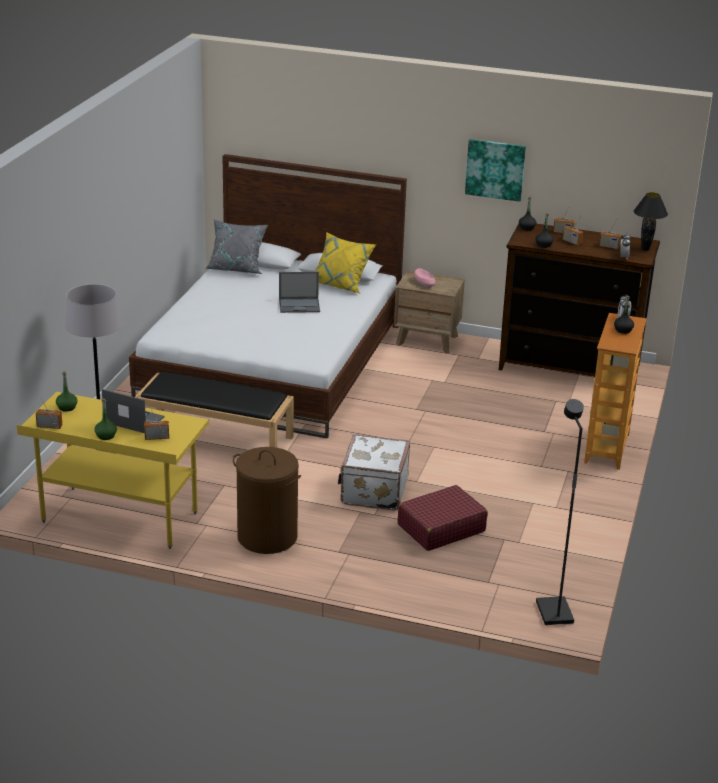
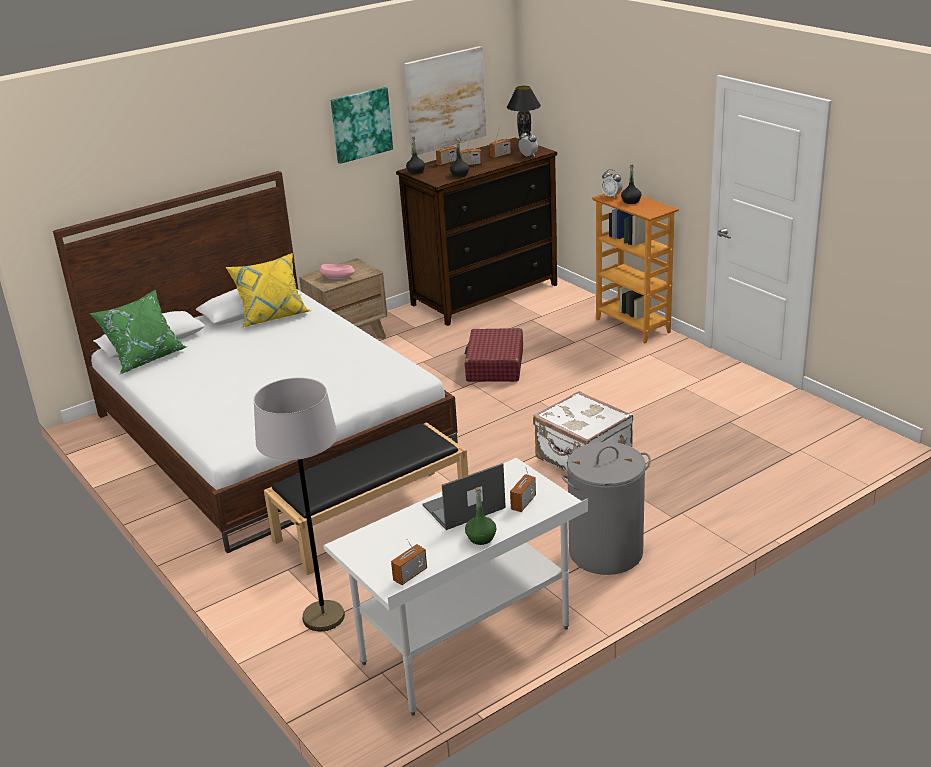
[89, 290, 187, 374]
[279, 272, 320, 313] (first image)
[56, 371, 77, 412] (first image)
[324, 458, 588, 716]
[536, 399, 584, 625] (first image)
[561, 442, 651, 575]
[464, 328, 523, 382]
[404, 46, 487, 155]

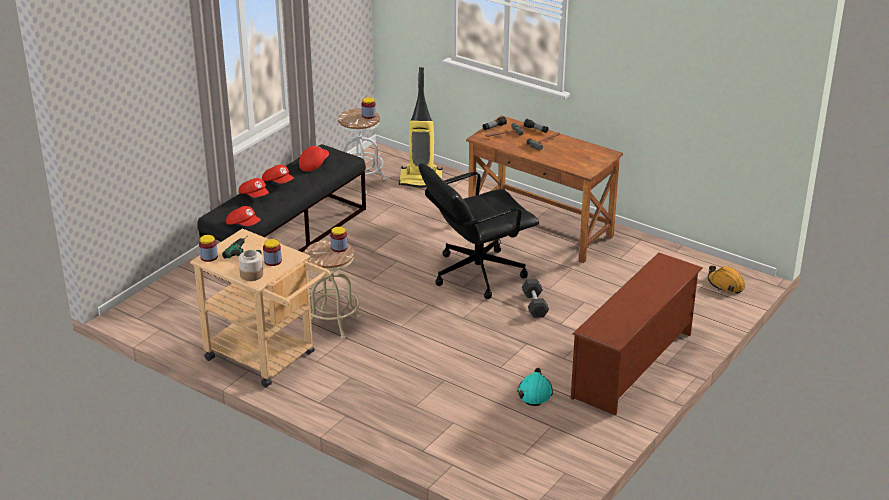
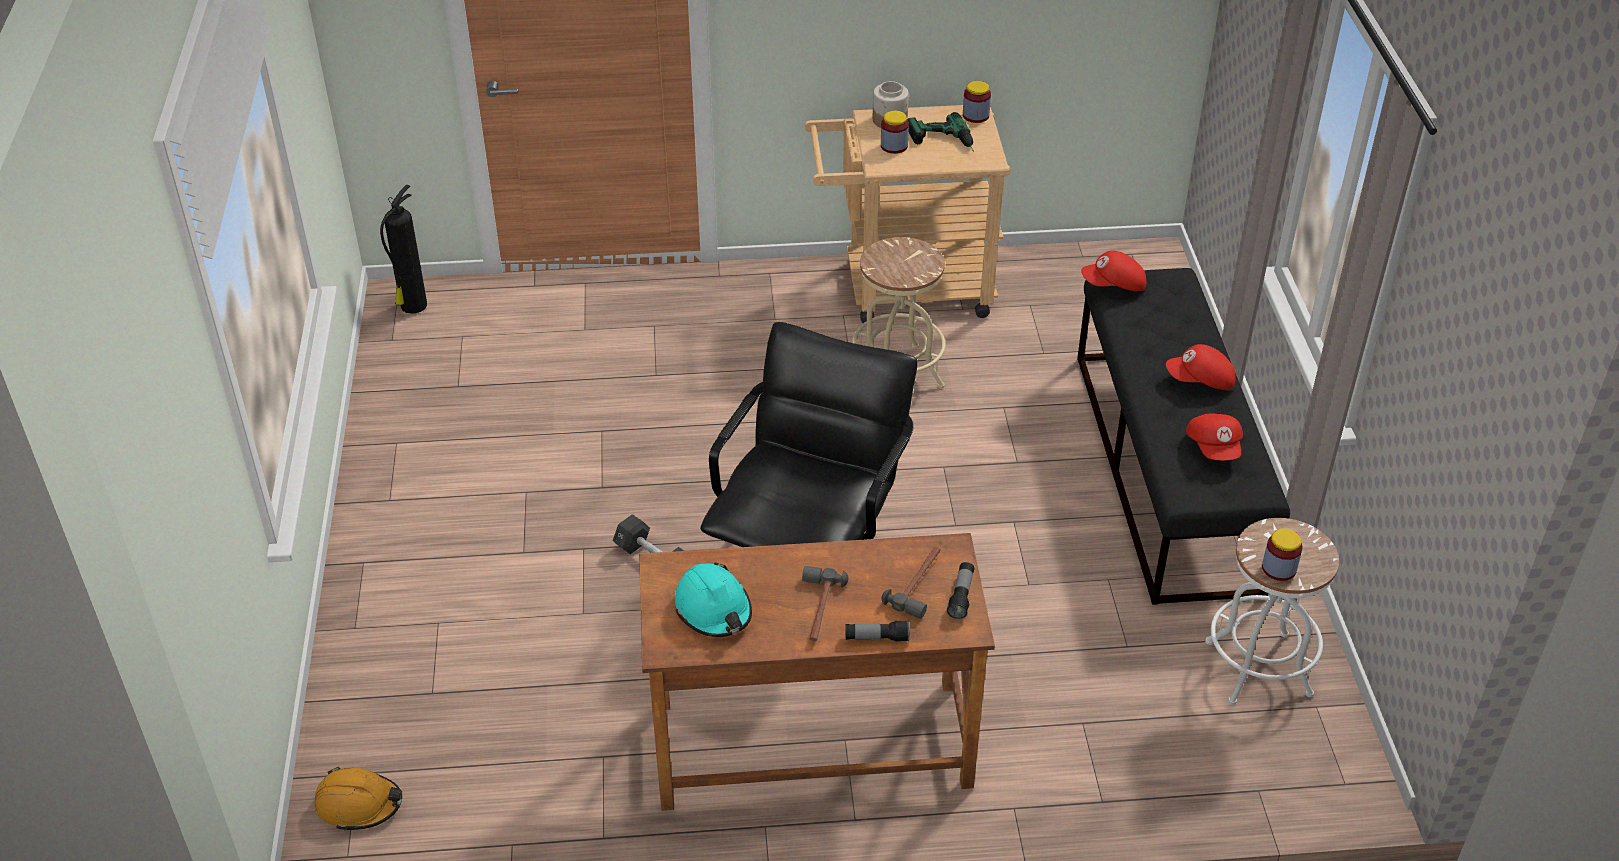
[399, 67, 443, 188] (first image)
[239, 178, 269, 198] (first image)
[330, 227, 348, 252] (first image)
[571, 253, 703, 415] (first image)
[675, 563, 752, 637]
[380, 185, 427, 314]

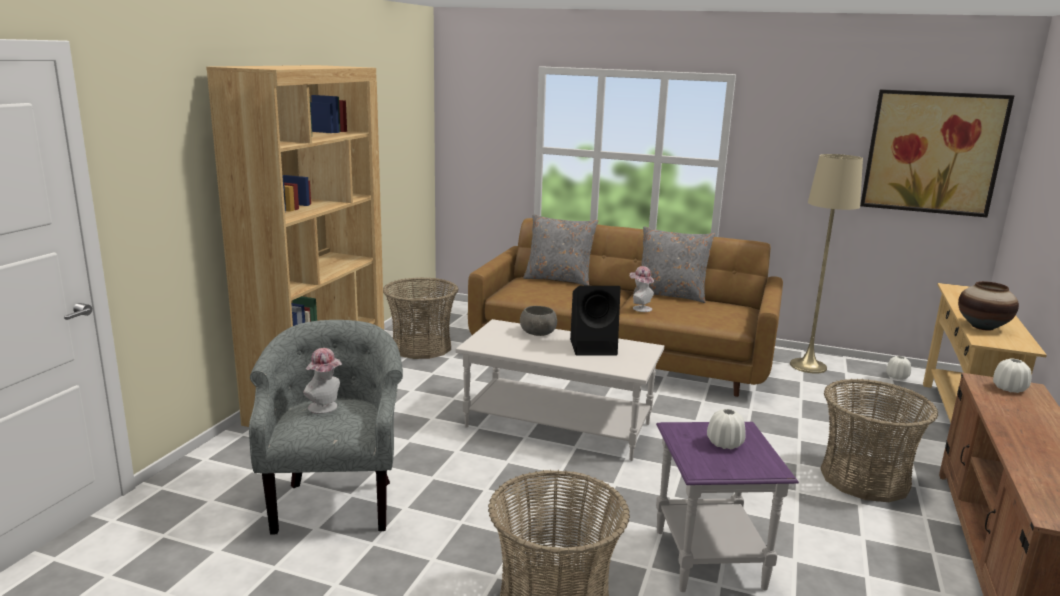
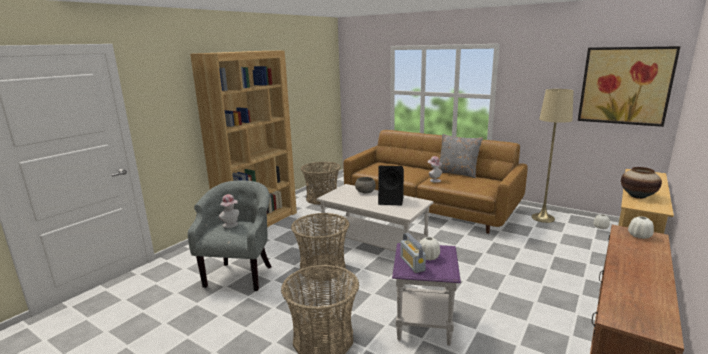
[523, 214, 598, 286] (first image)
[291, 213, 350, 281]
[400, 233, 426, 273]

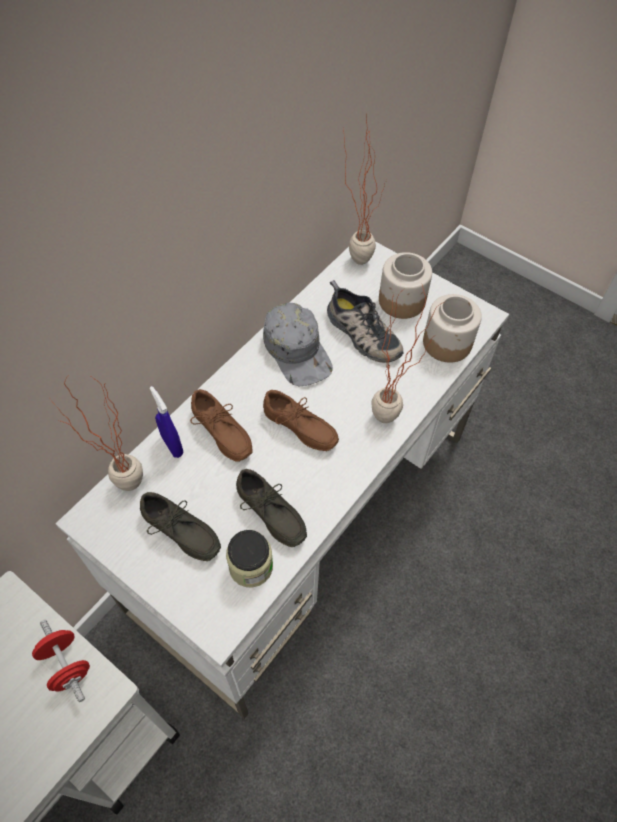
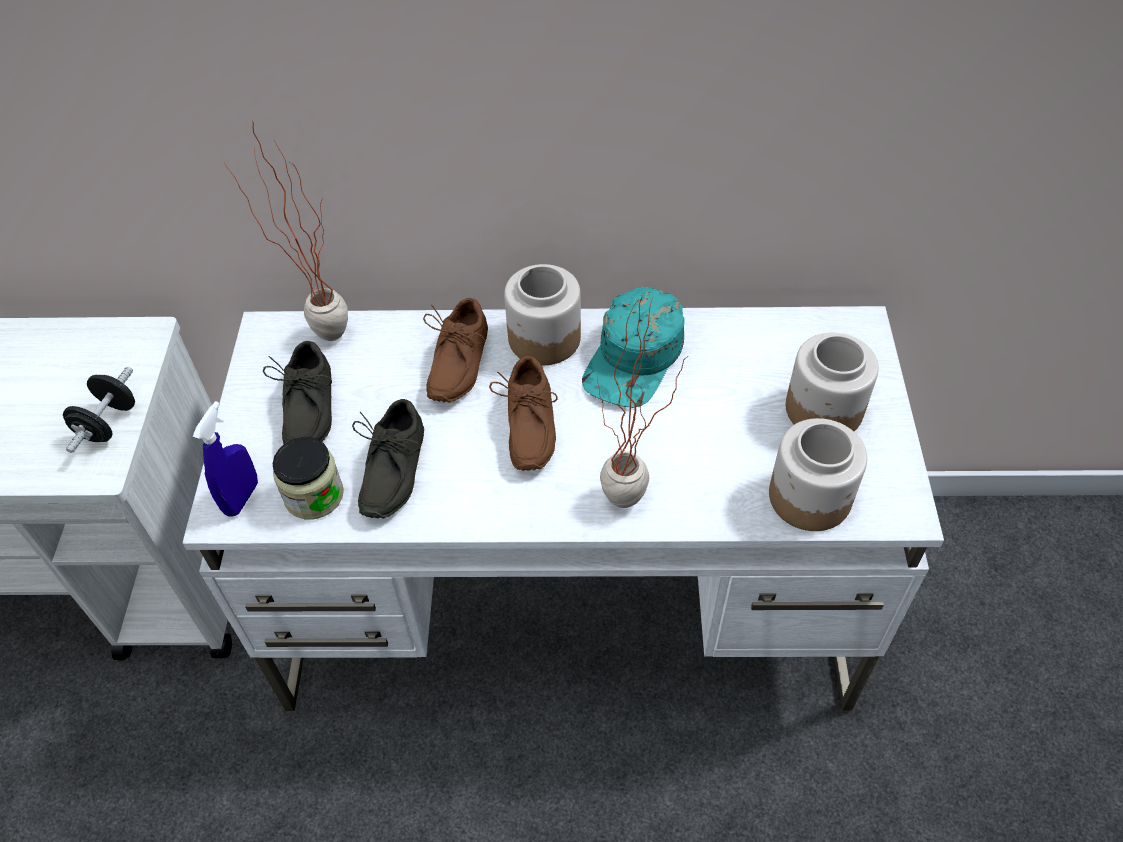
[344, 114, 387, 265] (first image)
[327, 280, 403, 363] (first image)
[582, 287, 685, 408]
[192, 401, 258, 517]
[63, 367, 135, 453]
[504, 264, 581, 365]

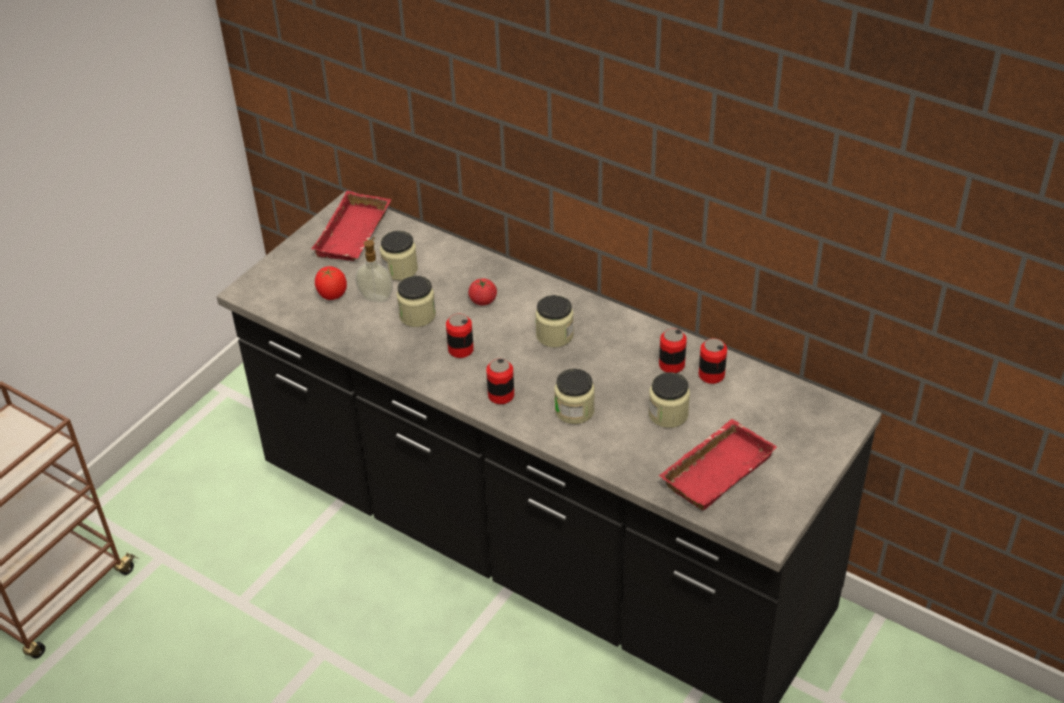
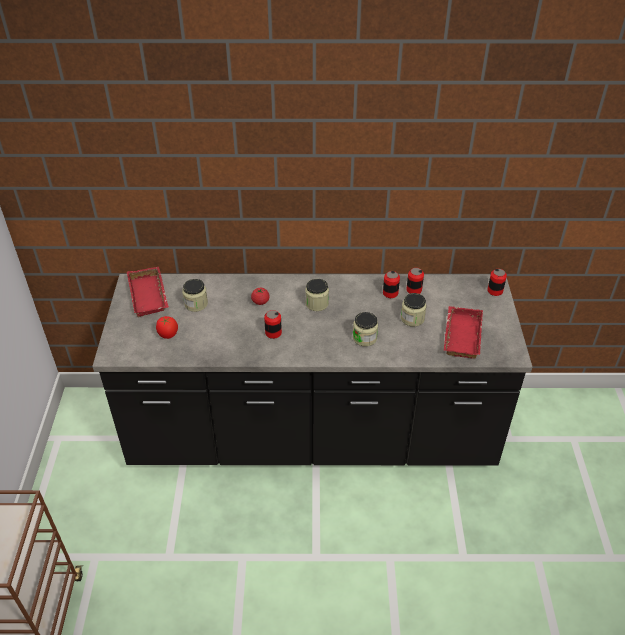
[355, 237, 393, 302] (first image)
[397, 276, 436, 327] (first image)
[487, 269, 507, 296]

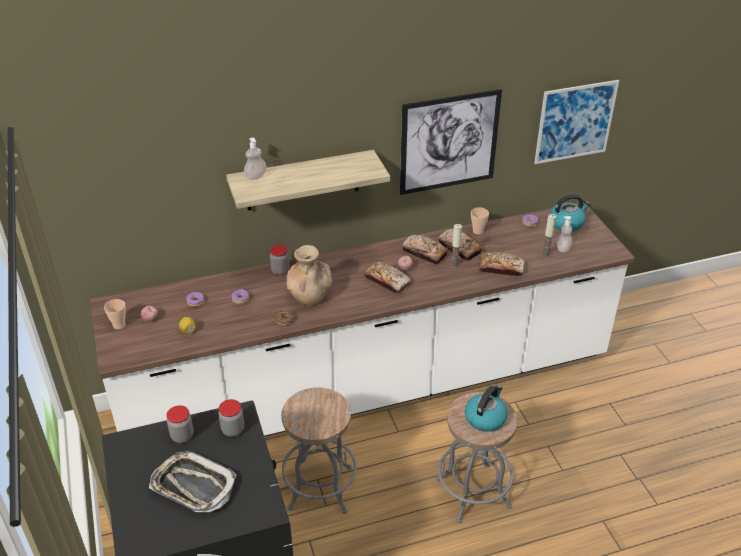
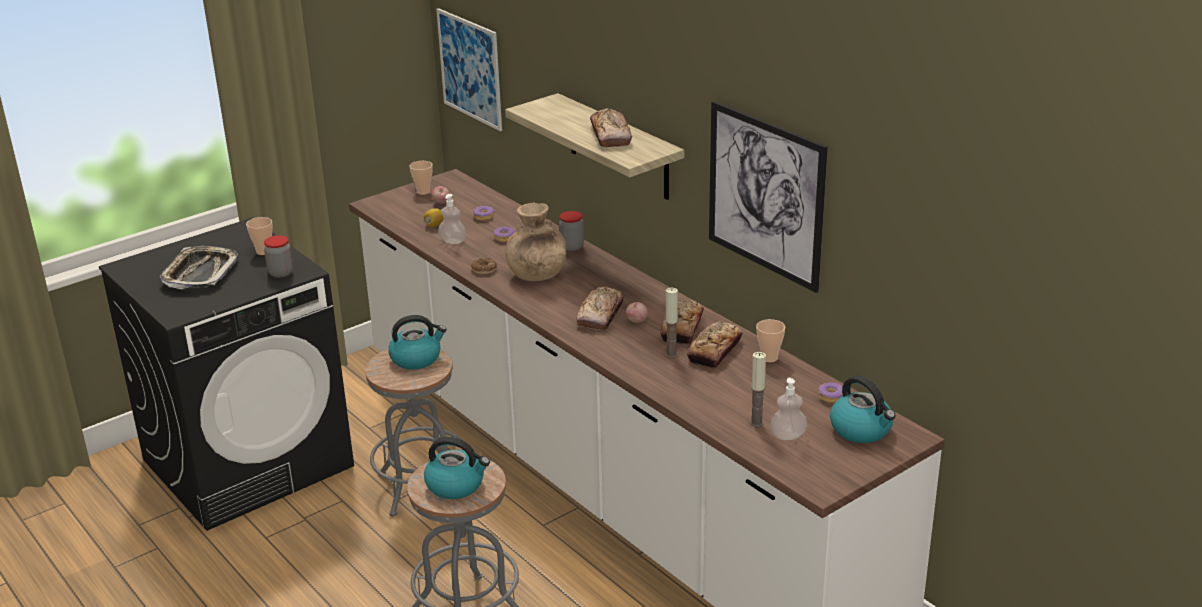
[436, 8, 502, 131]
[438, 194, 466, 244]
[590, 108, 632, 147]
[246, 217, 273, 255]
[388, 315, 446, 370]

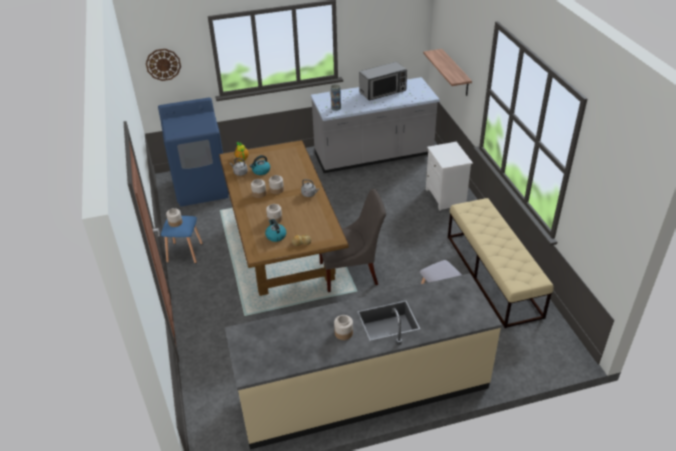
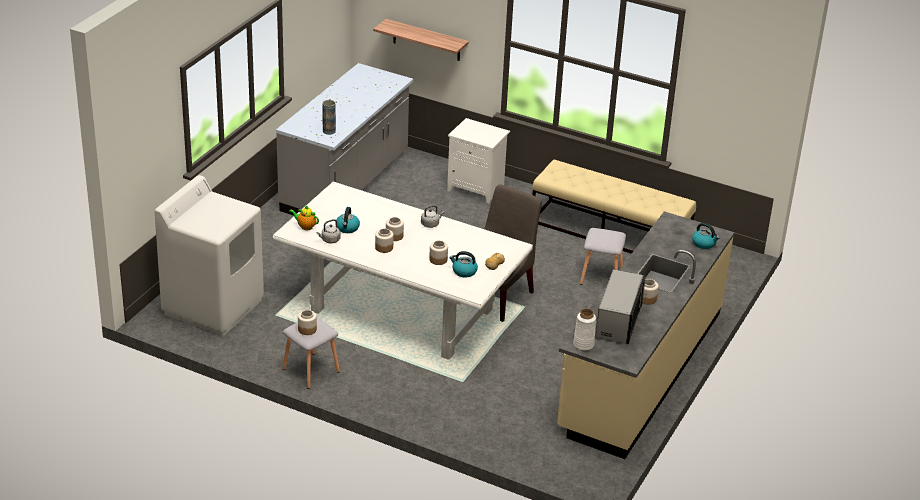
[146, 49, 181, 81] (first image)
[596, 269, 646, 344]
[155, 175, 264, 336]
[273, 182, 533, 360]
[283, 317, 340, 389]
[692, 223, 720, 249]
[573, 309, 596, 351]

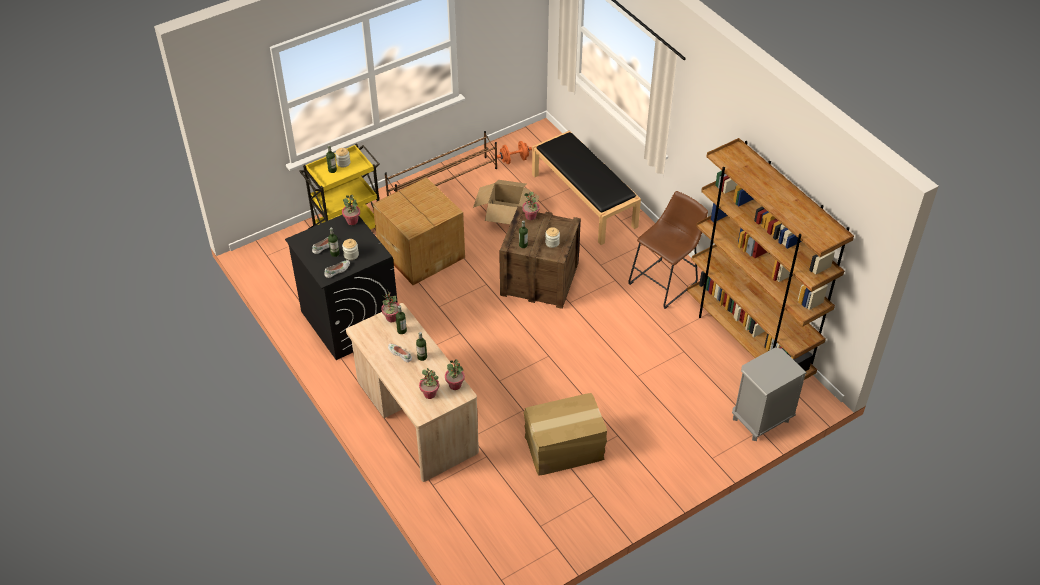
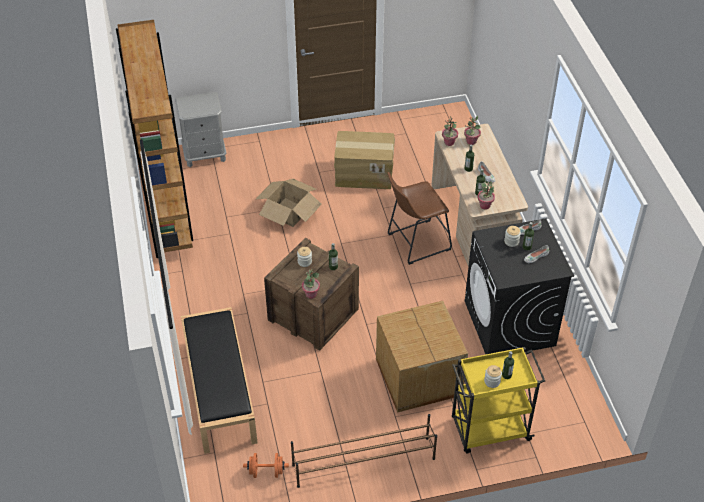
[256, 179, 321, 227]
[387, 172, 452, 265]
[342, 195, 360, 225] (first image)

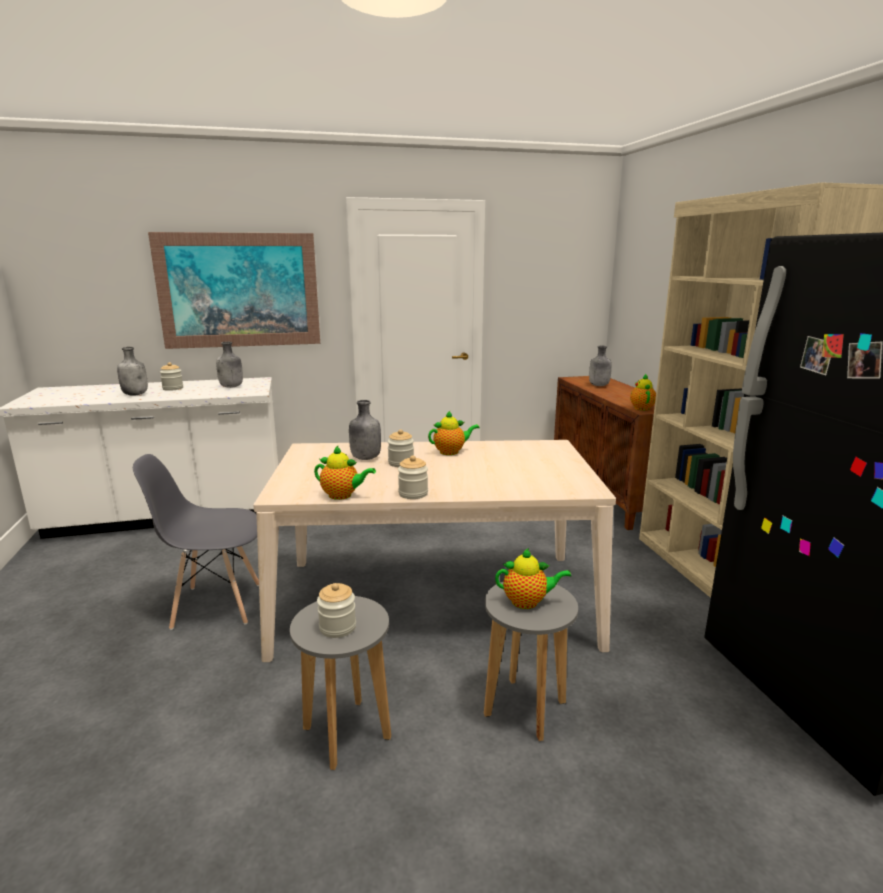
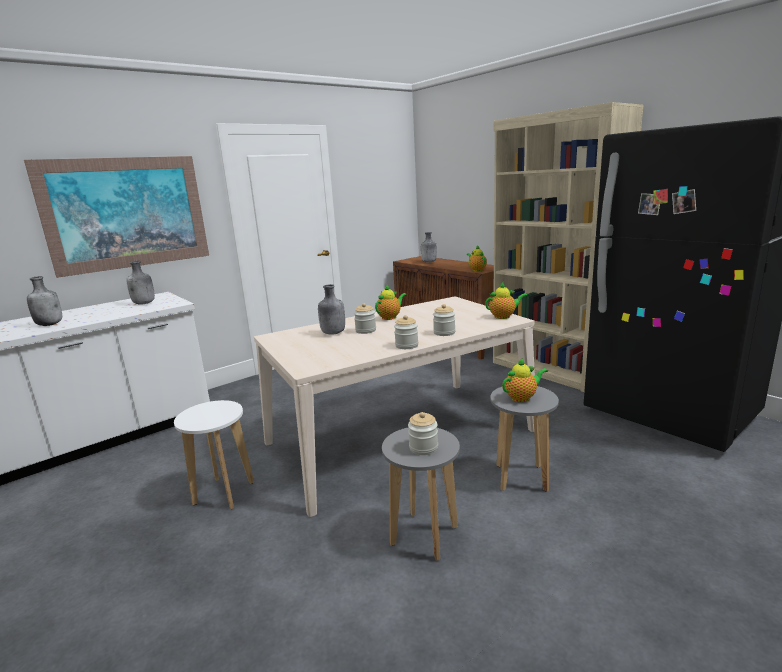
[433, 304, 456, 336]
[485, 283, 528, 319]
[174, 400, 254, 509]

